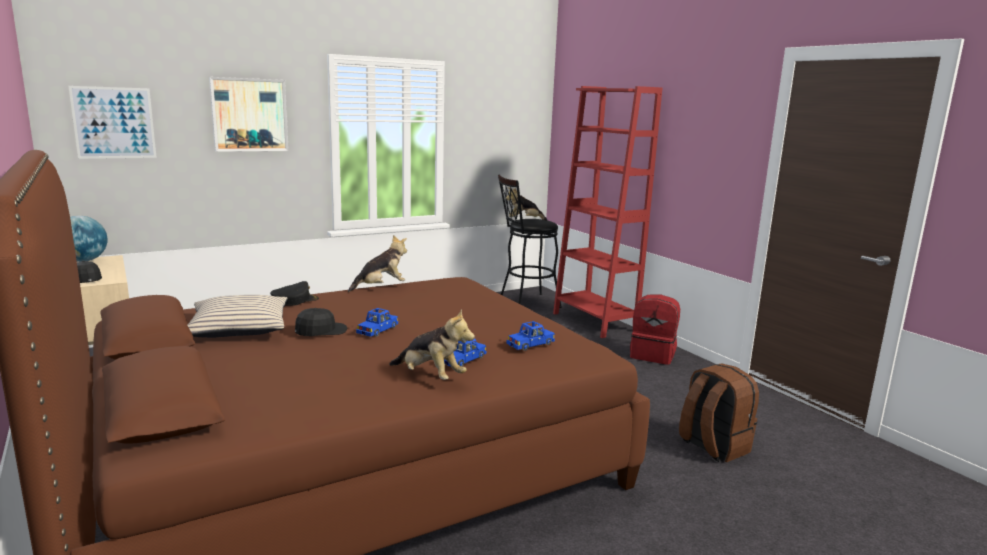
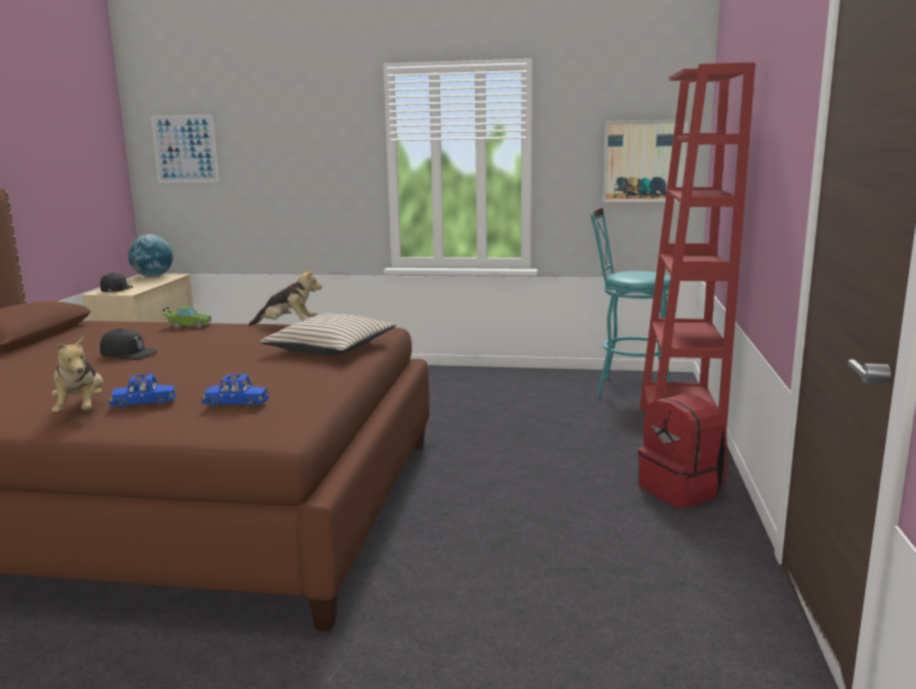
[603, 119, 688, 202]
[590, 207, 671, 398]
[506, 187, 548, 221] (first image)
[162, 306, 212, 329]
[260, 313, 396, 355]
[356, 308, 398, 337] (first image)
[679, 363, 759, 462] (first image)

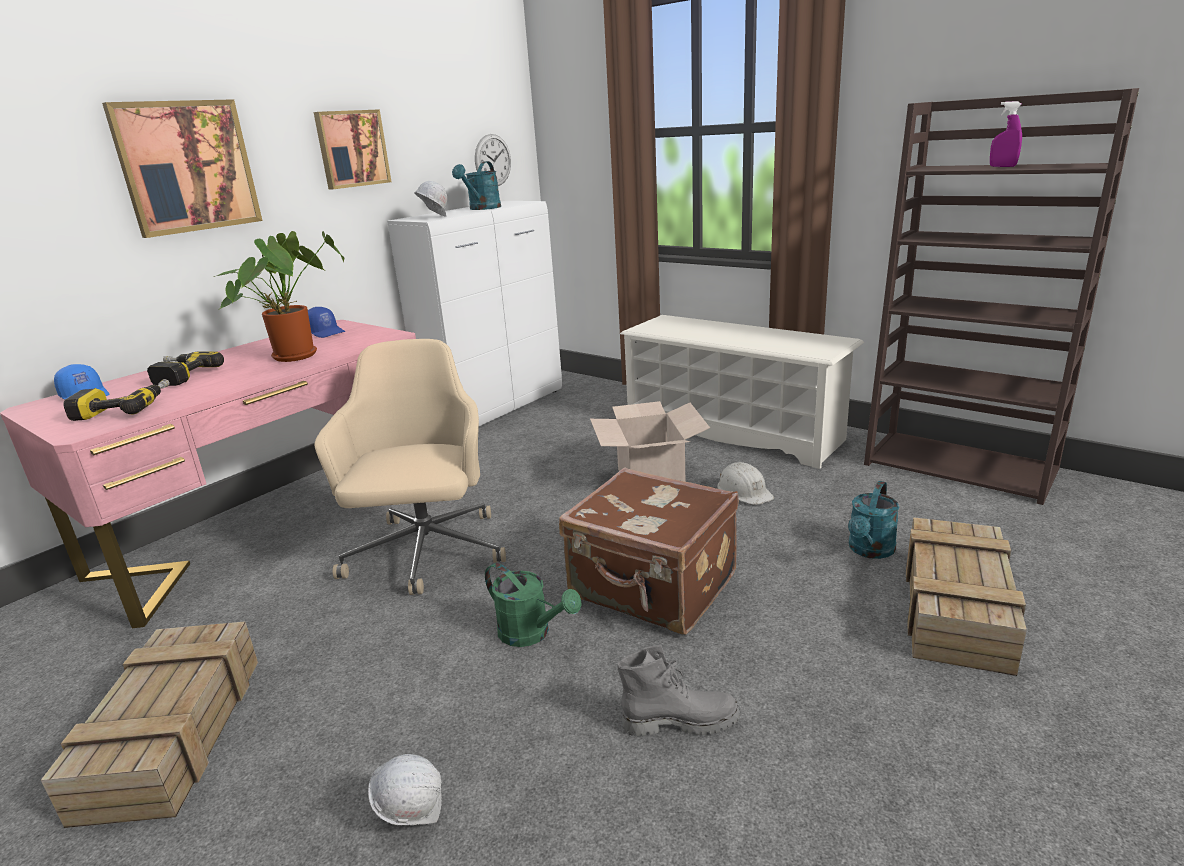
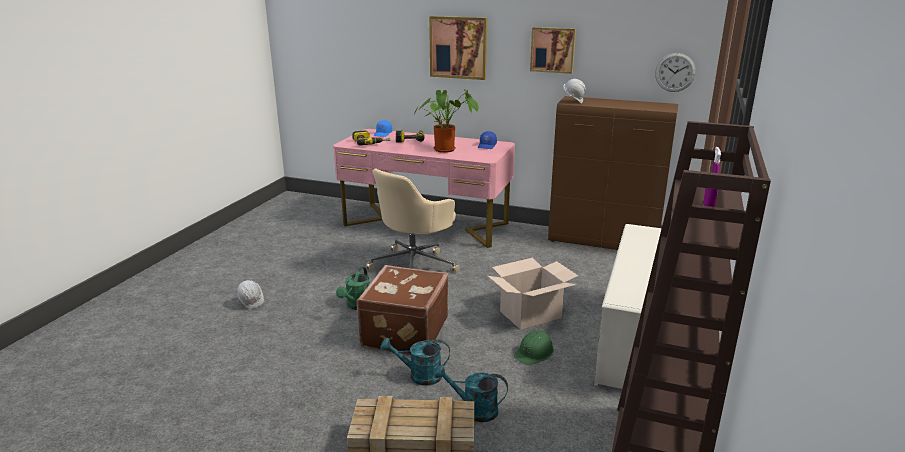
[381, 338, 450, 386]
[548, 96, 678, 250]
[366, 169, 460, 272]
[514, 331, 554, 365]
[41, 621, 258, 828] (first image)
[617, 645, 740, 736] (first image)

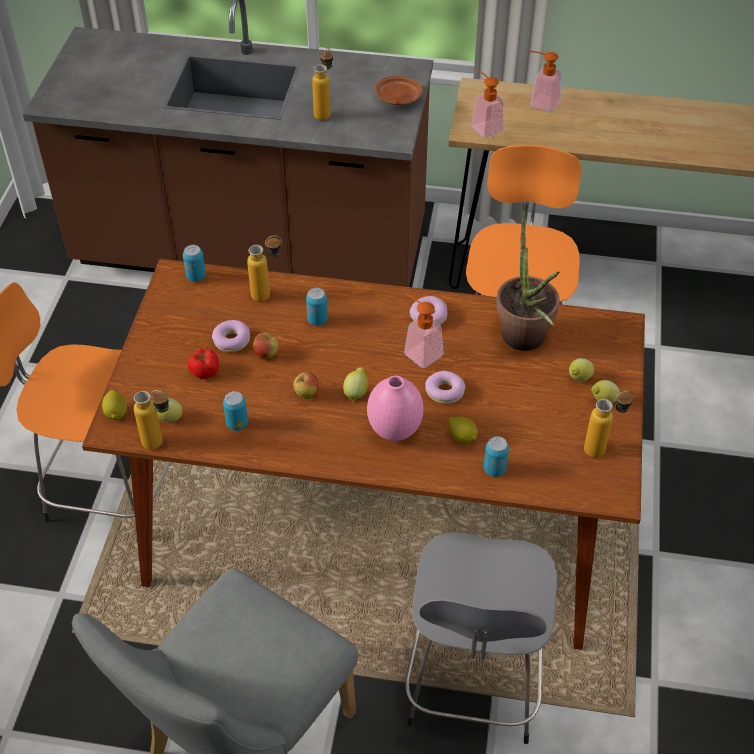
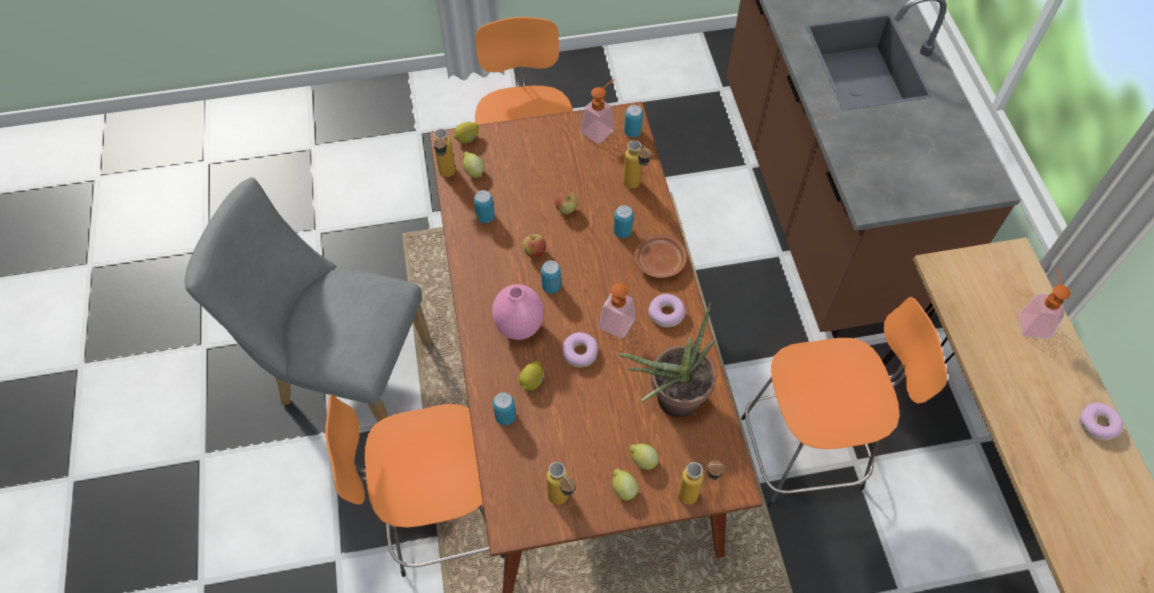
[677, 460, 726, 505]
[581, 79, 615, 143]
[634, 234, 687, 278]
[1079, 403, 1123, 440]
[188, 349, 219, 379] (first image)
[541, 261, 561, 294]
[325, 395, 505, 577]

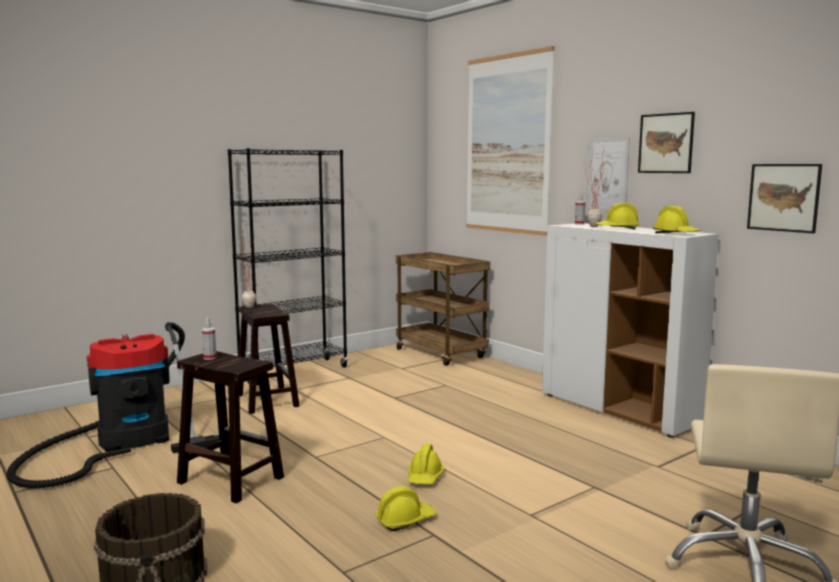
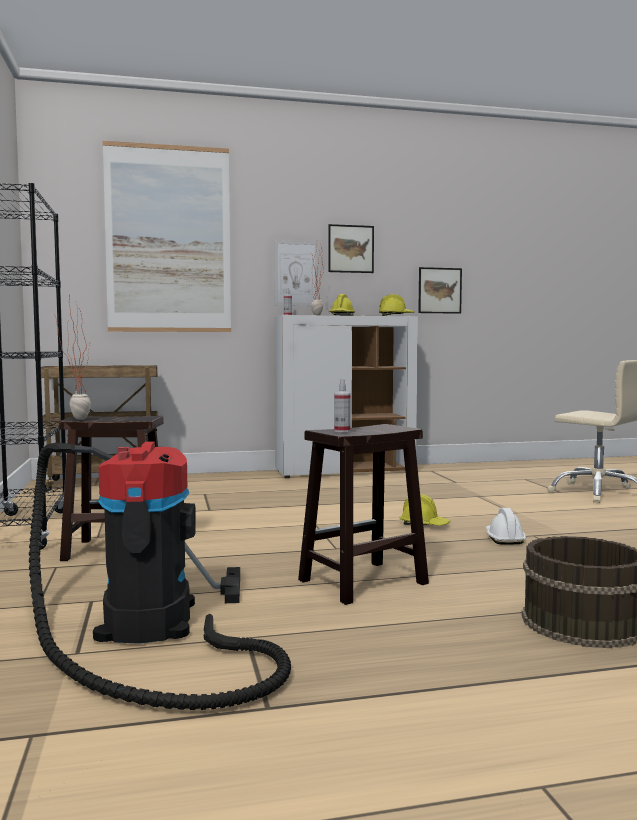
[486, 508, 526, 545]

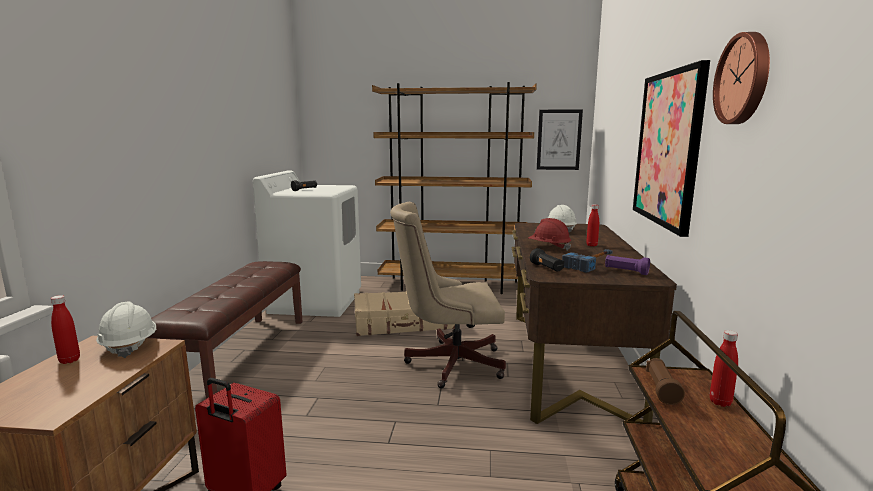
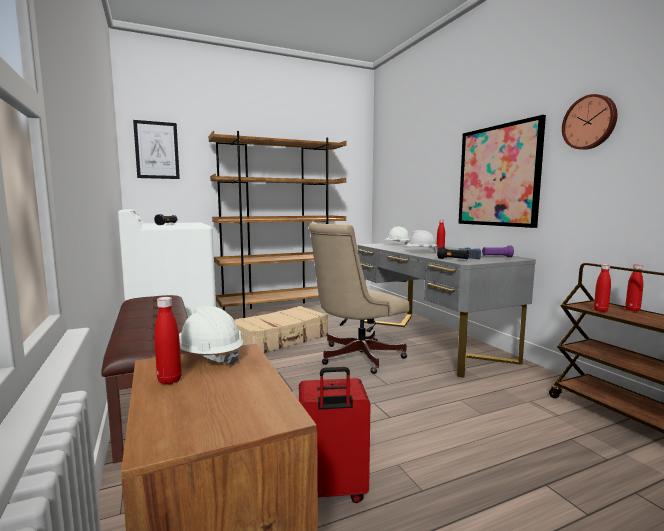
[133, 120, 180, 179]
[404, 230, 438, 252]
[357, 243, 536, 378]
[594, 264, 611, 312]

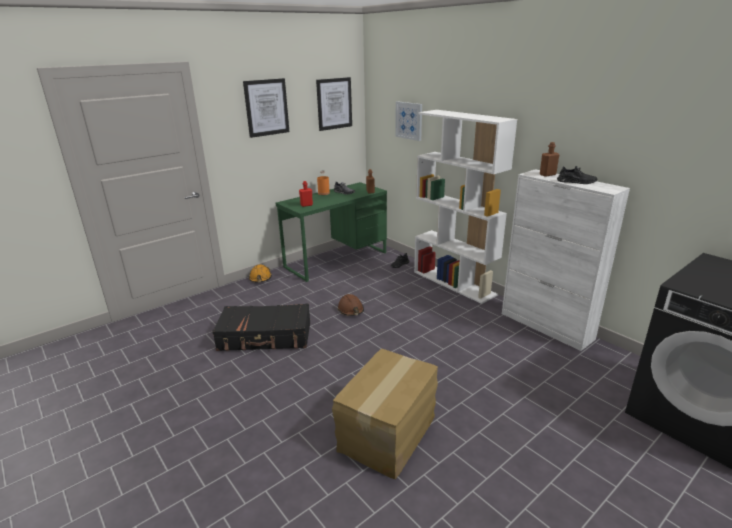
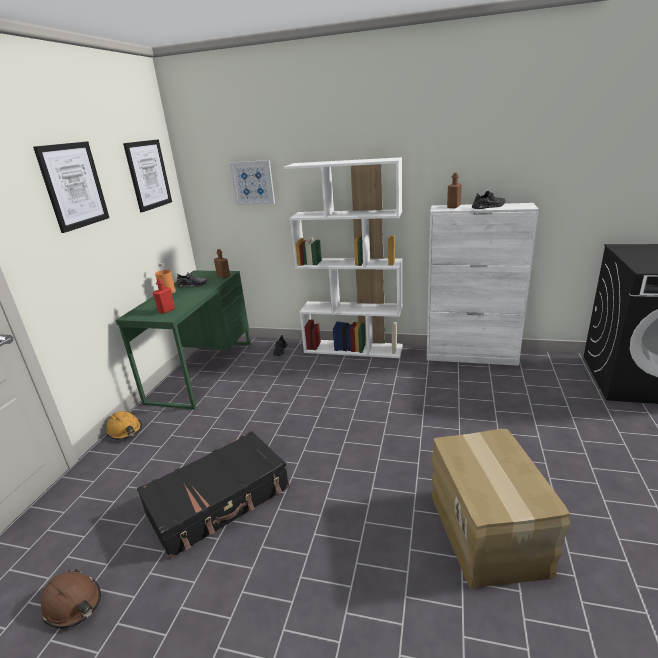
[41, 569, 101, 629]

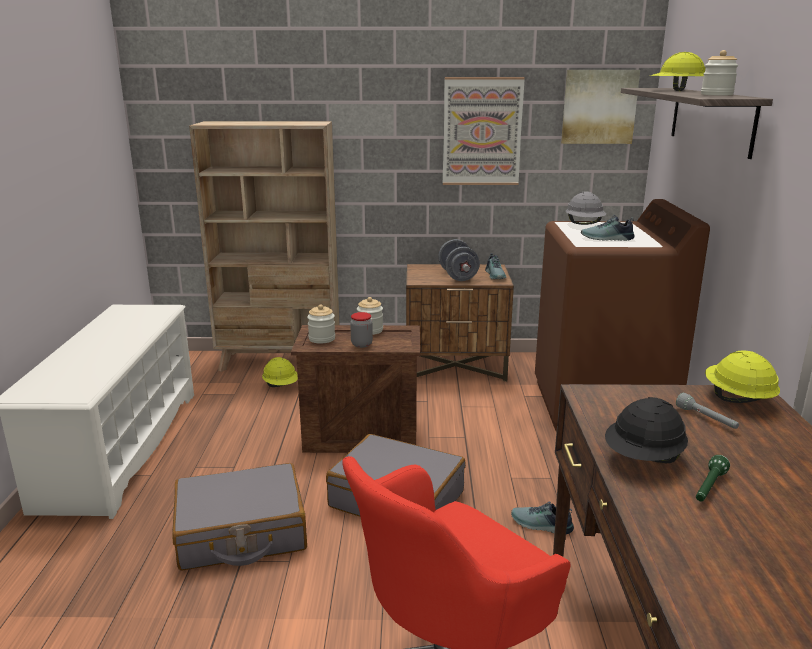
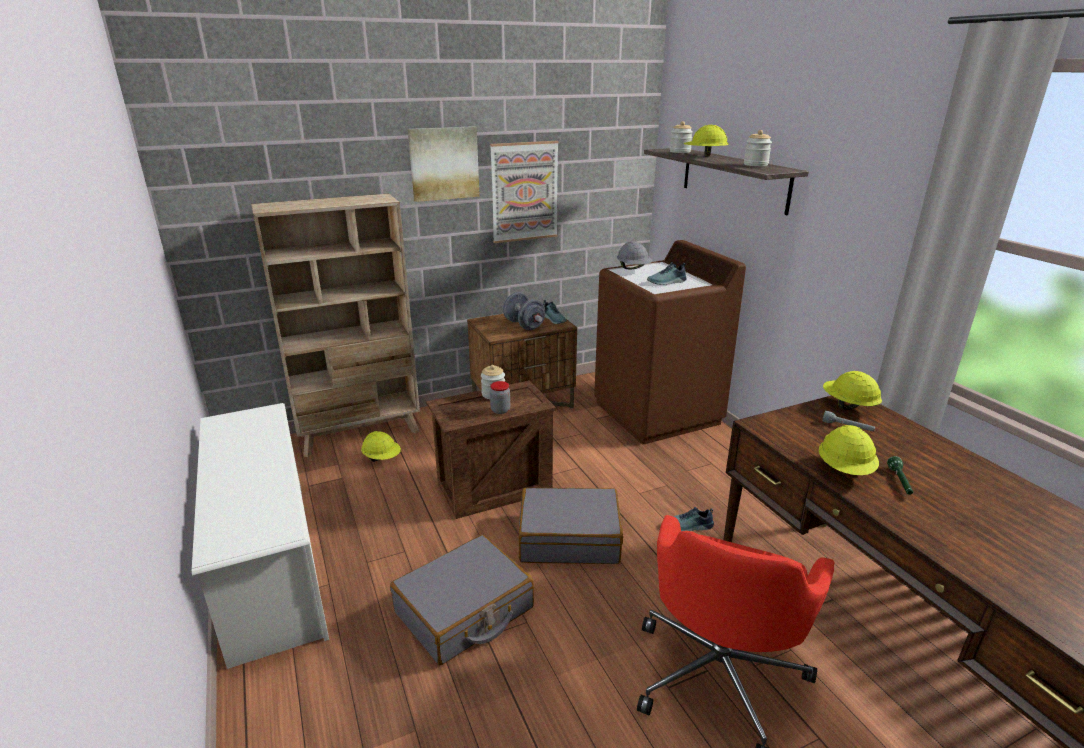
[408, 126, 480, 202]
[670, 121, 693, 153]
[819, 425, 879, 475]

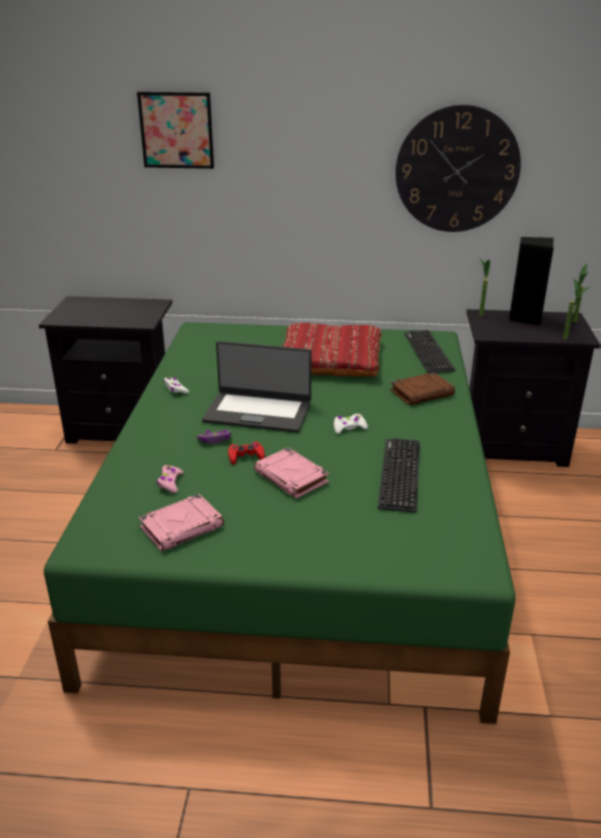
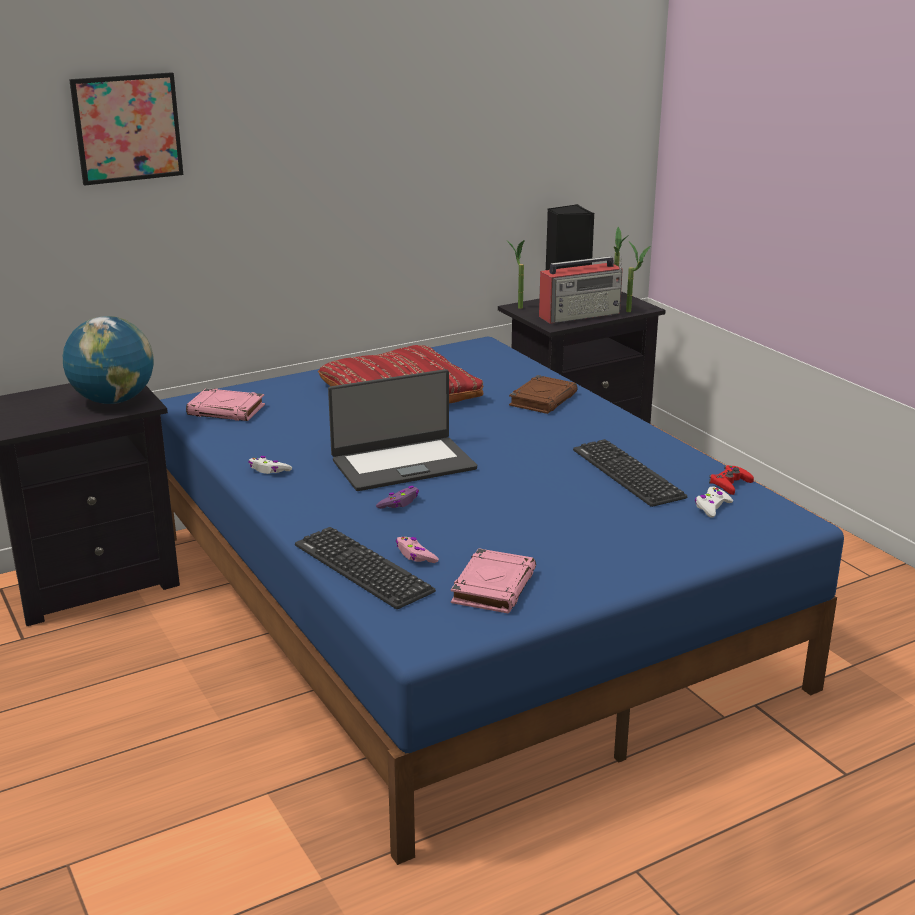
[395, 105, 521, 232] (first image)
[160, 337, 844, 865]
[295, 527, 436, 609]
[695, 486, 733, 518]
[709, 465, 754, 495]
[186, 388, 265, 421]
[539, 256, 623, 323]
[63, 316, 154, 404]

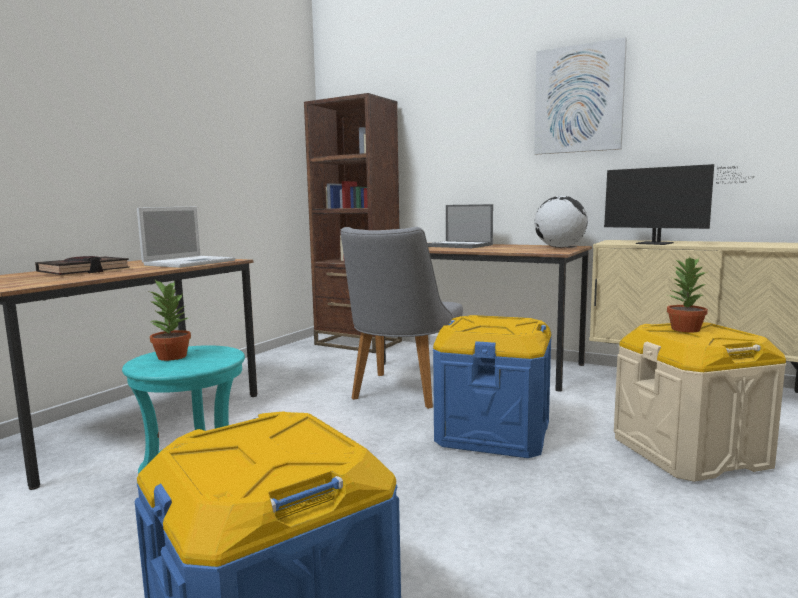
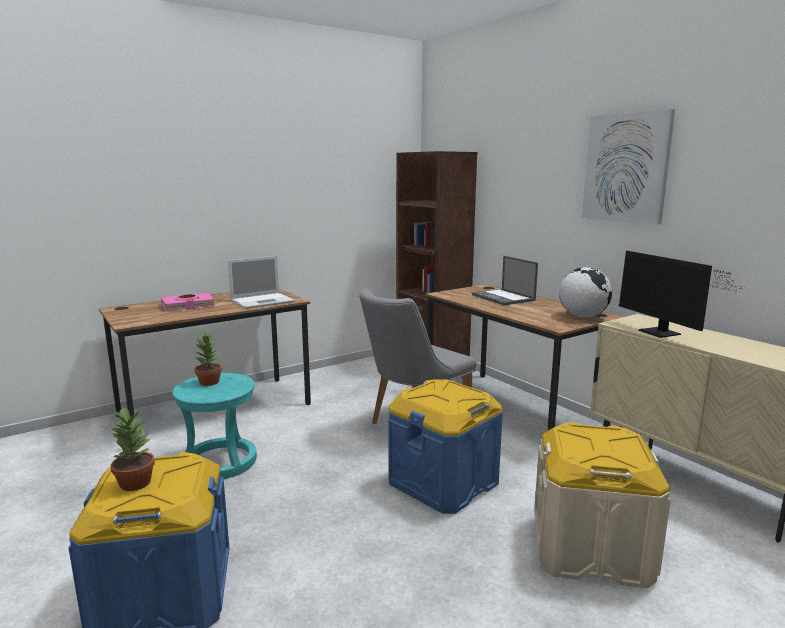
[161, 293, 215, 311]
[110, 407, 155, 491]

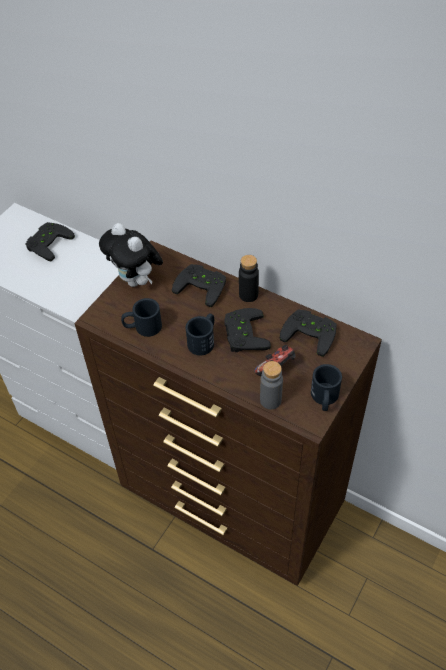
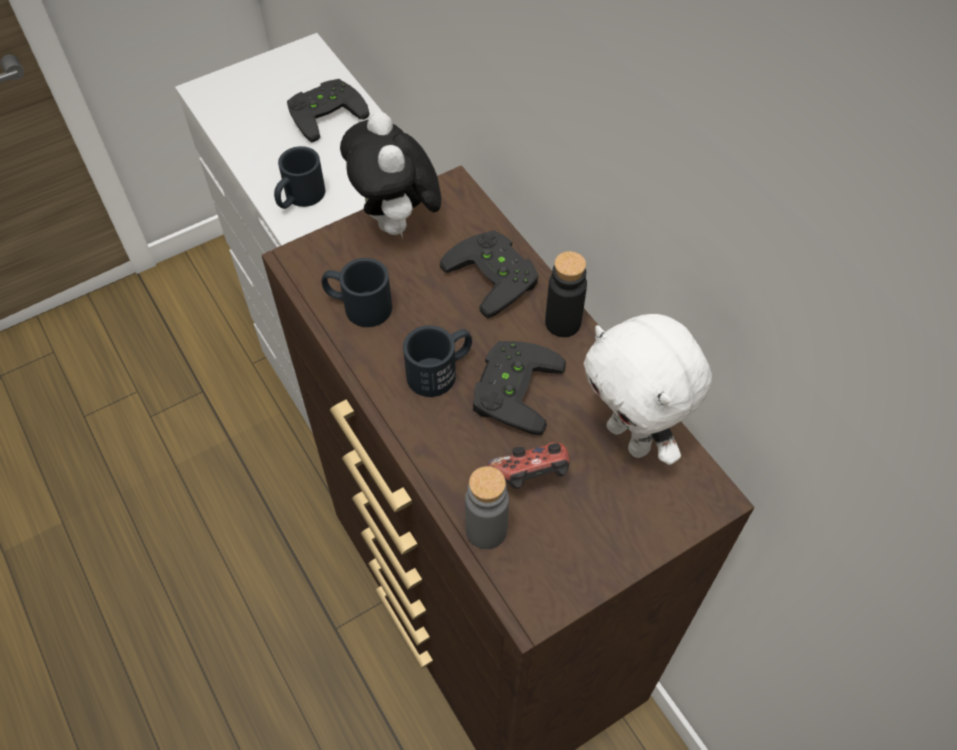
[584, 314, 712, 465]
[274, 146, 325, 209]

